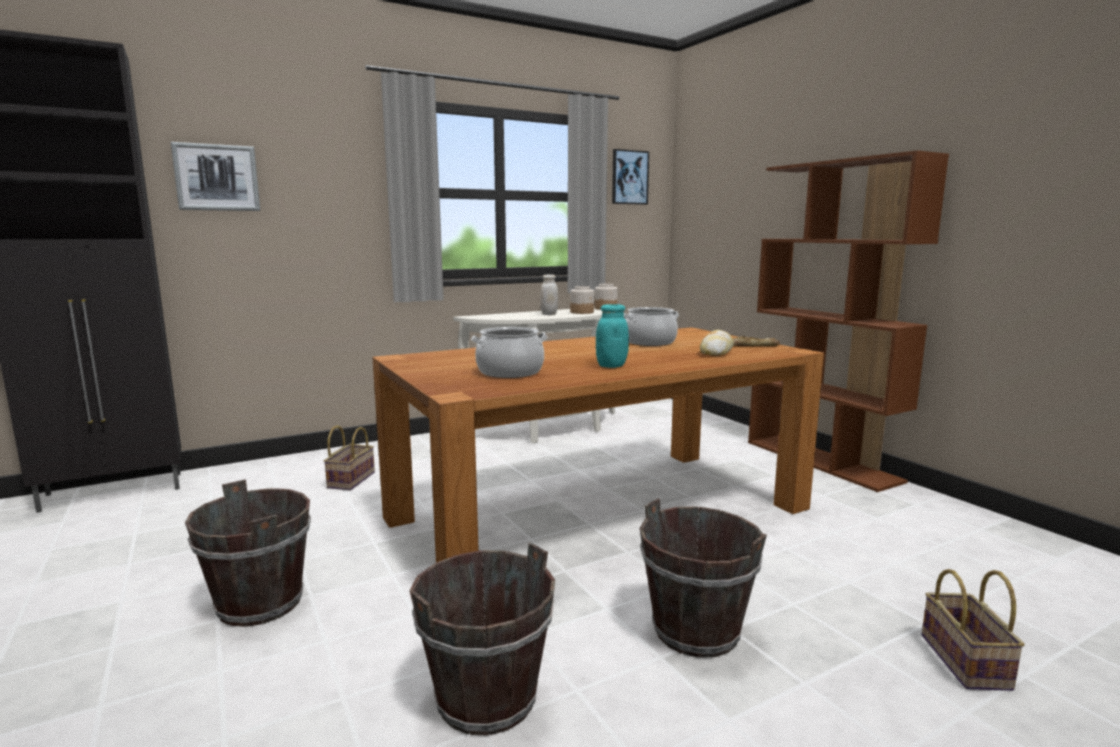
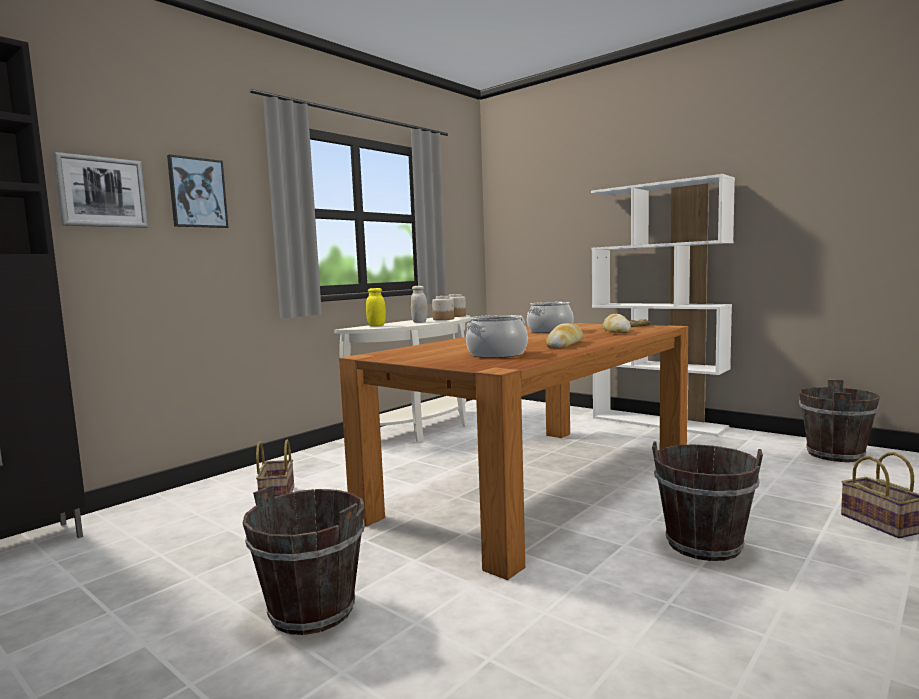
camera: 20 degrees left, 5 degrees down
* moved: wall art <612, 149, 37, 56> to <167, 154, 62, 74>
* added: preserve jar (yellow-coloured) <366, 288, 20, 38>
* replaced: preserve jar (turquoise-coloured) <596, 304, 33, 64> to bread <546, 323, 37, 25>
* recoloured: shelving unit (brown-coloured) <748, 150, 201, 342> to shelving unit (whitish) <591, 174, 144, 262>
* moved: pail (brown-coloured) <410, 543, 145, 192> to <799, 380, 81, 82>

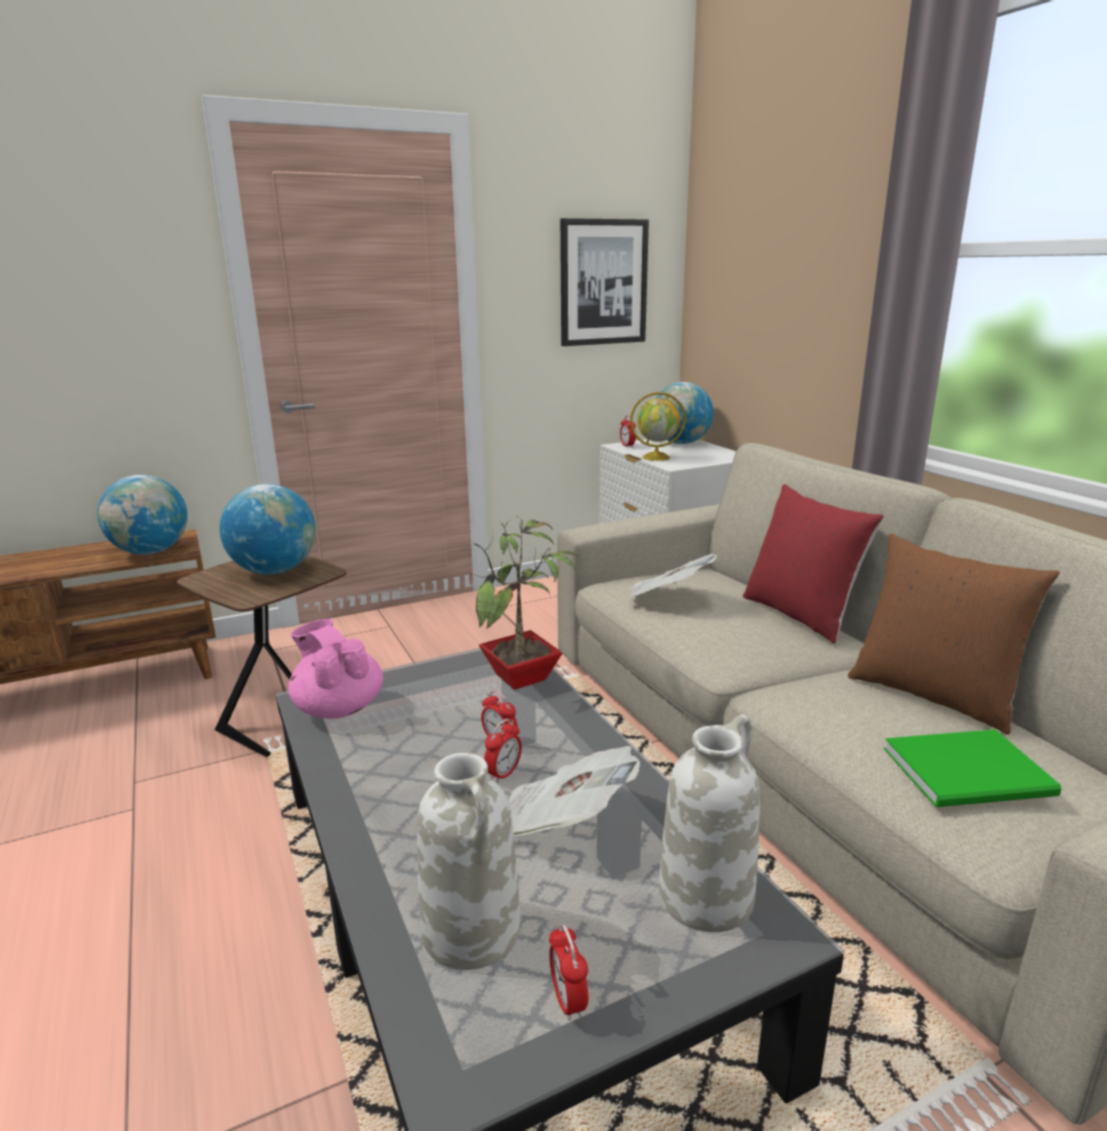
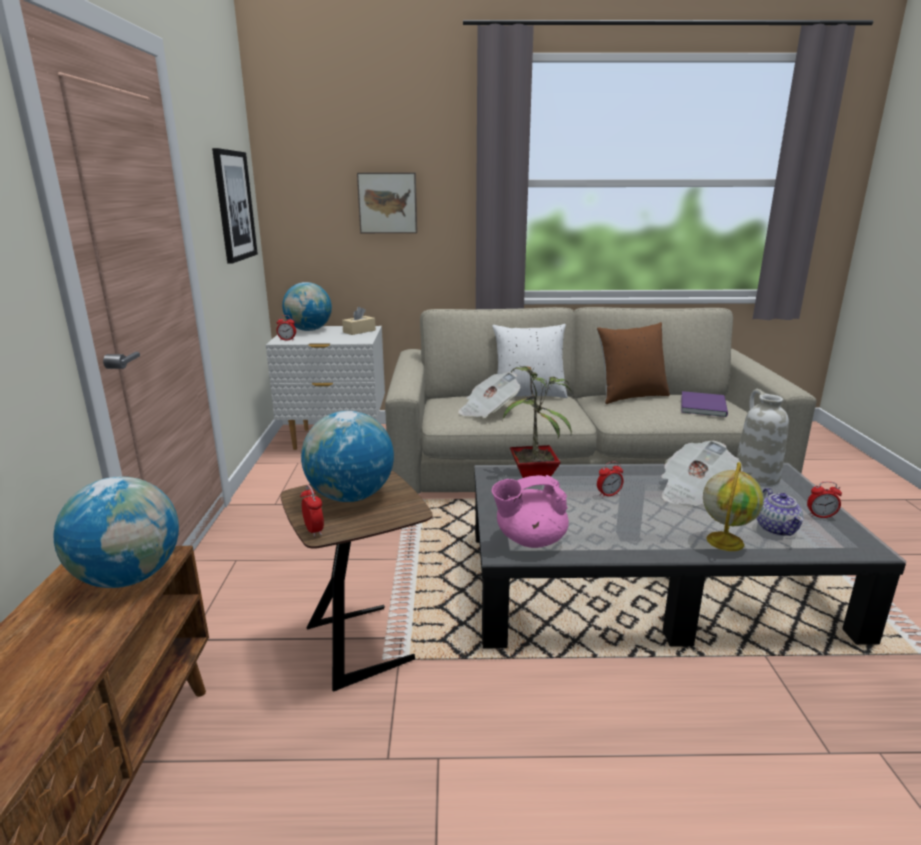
camera: 65 degrees left, 0 degrees up
* moved: table clock <484, 719, 38, 64> to <300, 485, 24, 52>
* added: box of tissues (sand-coloured) <342, 307, 34, 28>
* added: wall art <357, 173, 60, 60>
* recoloured: throw pillow (reddish) <743, 484, 141, 160> to throw pillow (whitish) <492, 324, 76, 74>
* recoloured: volume (green) <884, 729, 177, 78> to volume (purple) <681, 391, 47, 26>
* moved: globe <630, 392, 56, 69> to <703, 462, 61, 89>
* replaced: flower vase (whitish) <417, 753, 103, 217> to pot for tea <757, 488, 46, 48>

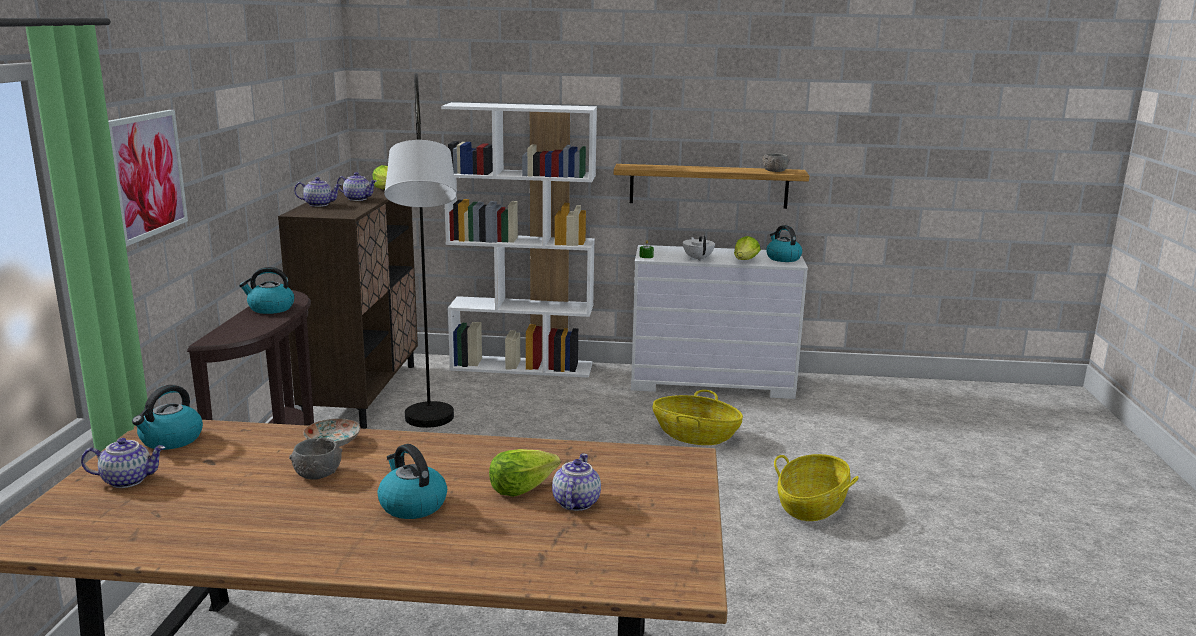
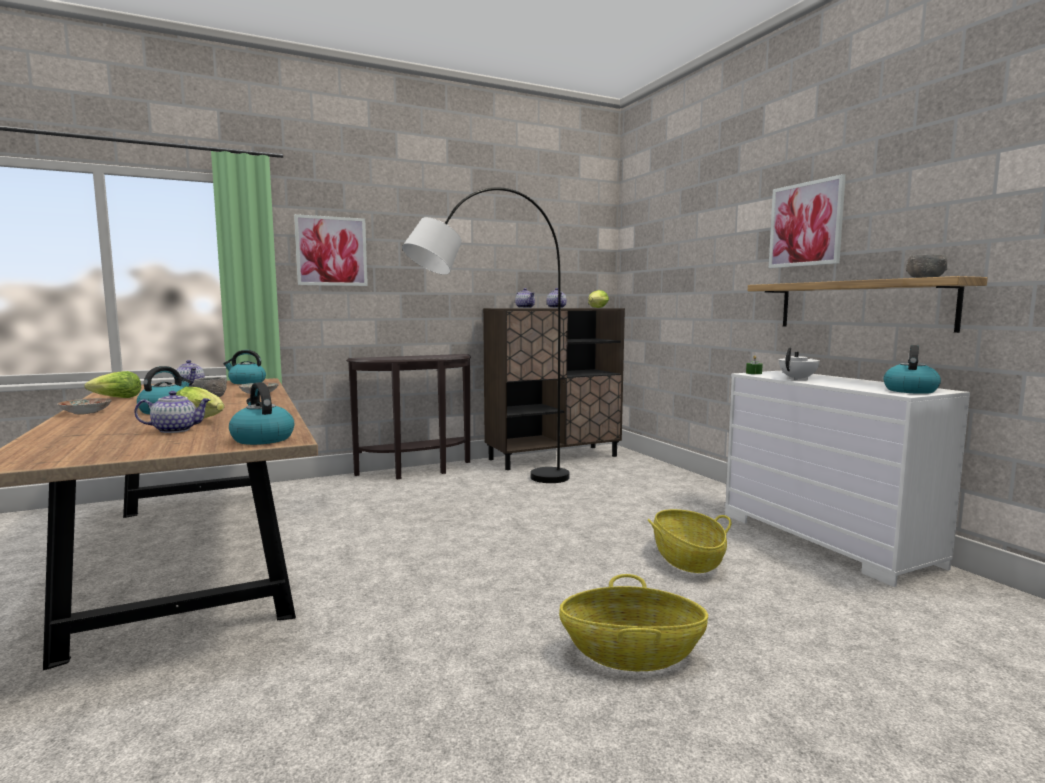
camera: 60 degrees right, 10 degrees down
* added: dinner plate <57, 398, 55, 17>
* moved: lettuce head <734, 236, 27, 24> to <84, 371, 58, 27>
* moved: kettle <239, 267, 55, 47> to <229, 382, 66, 63>
* added: wall art <769, 174, 77, 94>
* removed: shelving unit (whitish) <441, 102, 156, 276>

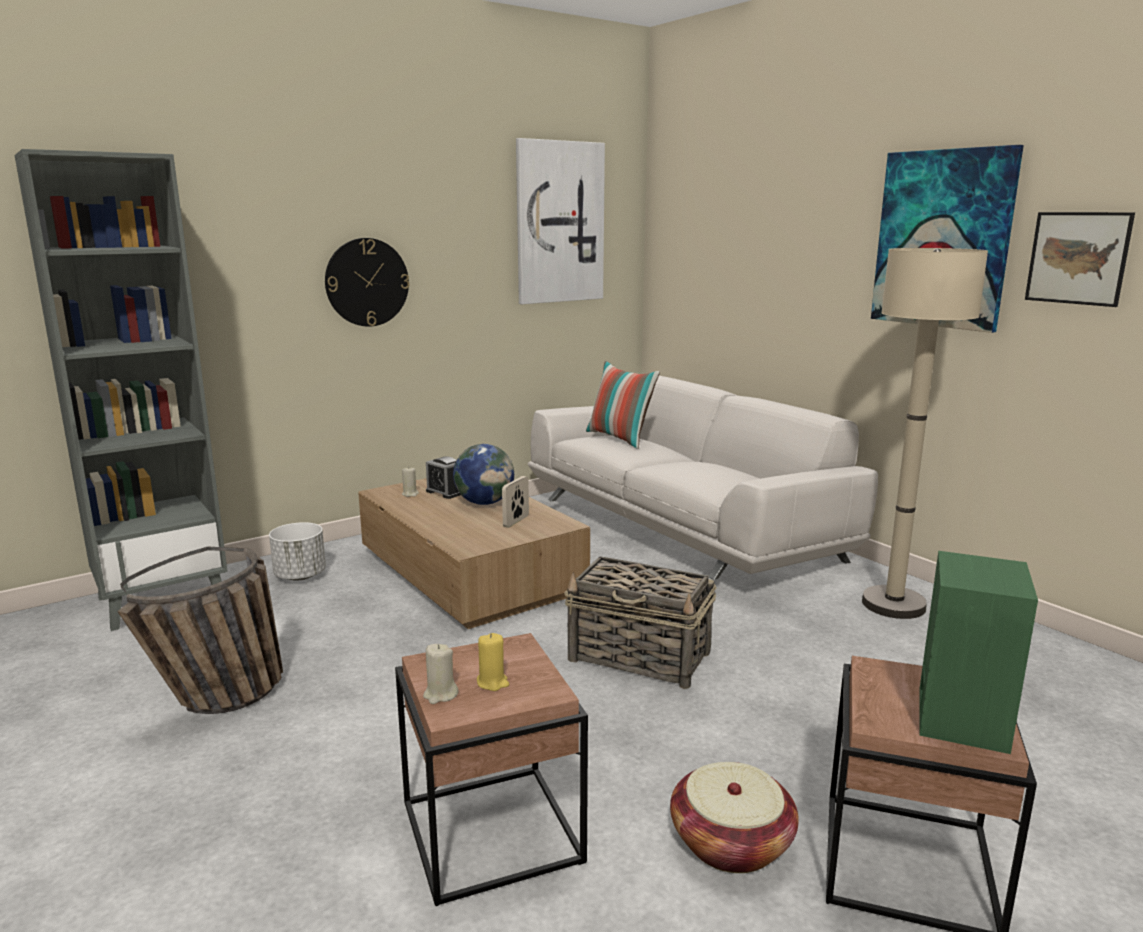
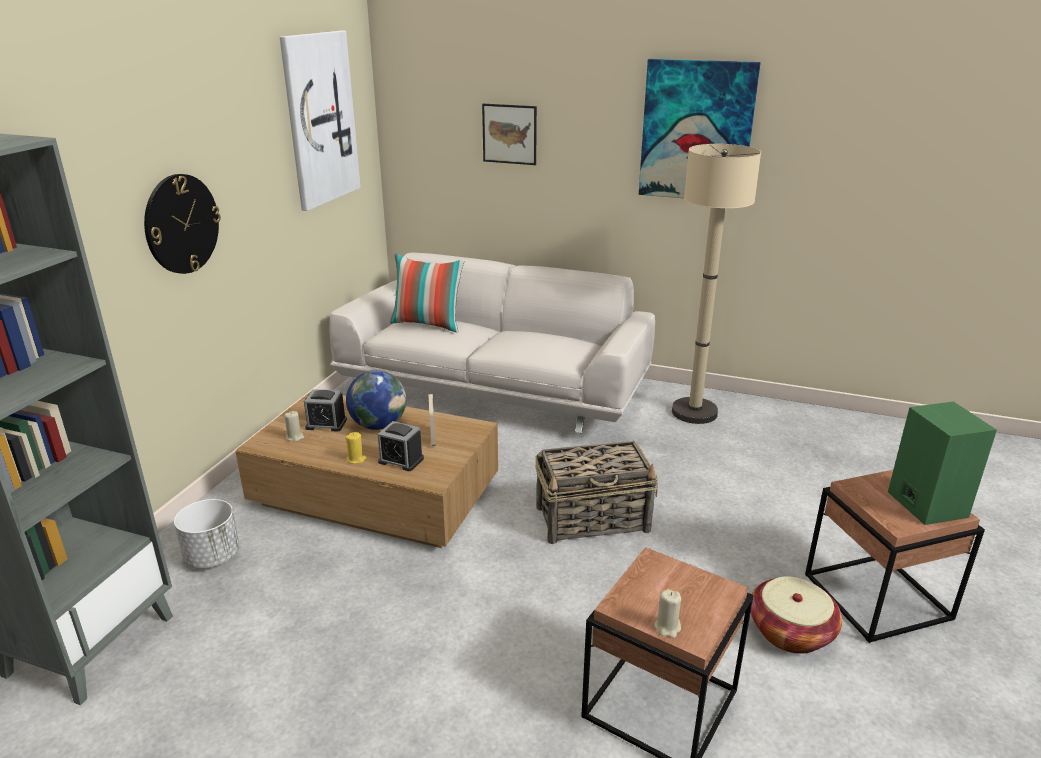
camera: 35 degrees left, 10 degrees up
* moved: wax light (yellow-coloured) <477, 633, 32, 58> to <345, 432, 22, 32>
* added: table clock <378, 421, 46, 50>
* moved: wall art <1025, 212, 110, 95> to <482, 104, 55, 61>
* removed: household basket <117, 547, 166, 167>

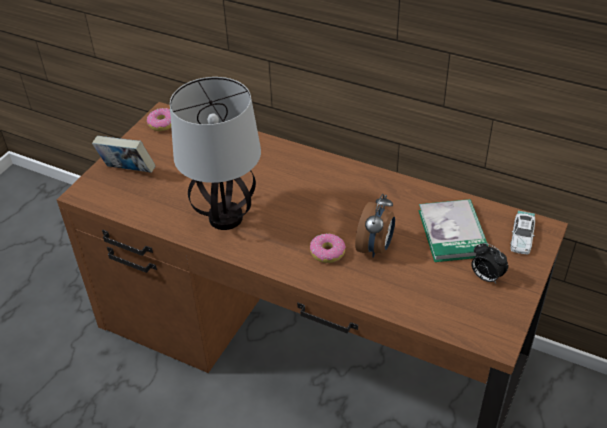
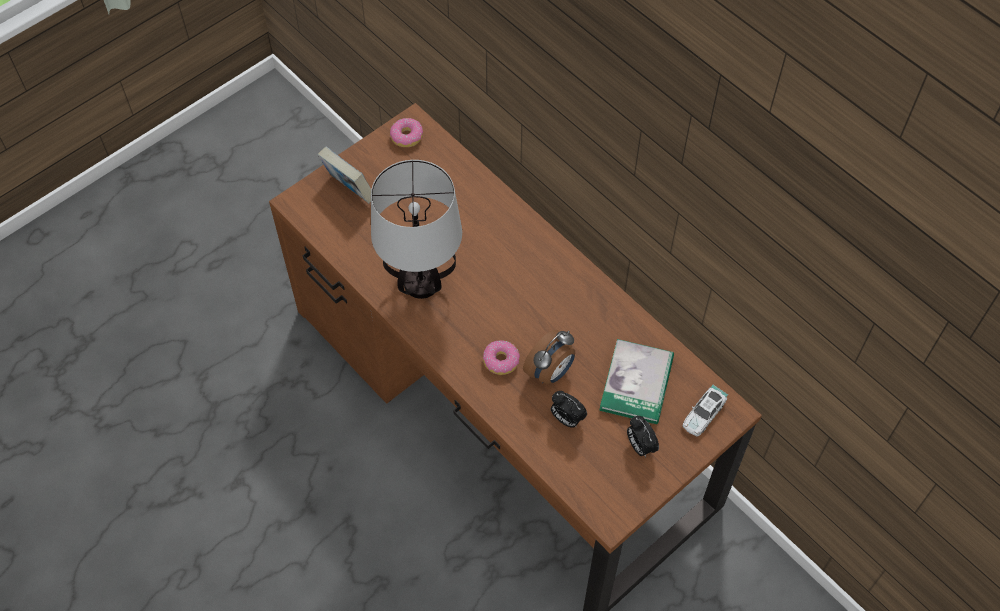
camera: 20 degrees right, 15 degrees up
* added: table clock <551, 391, 36, 37>

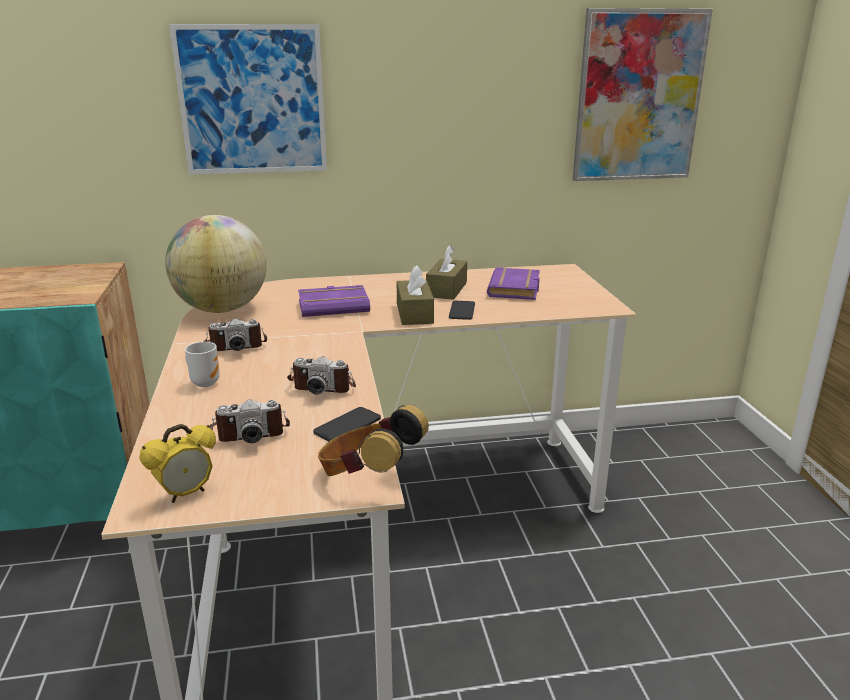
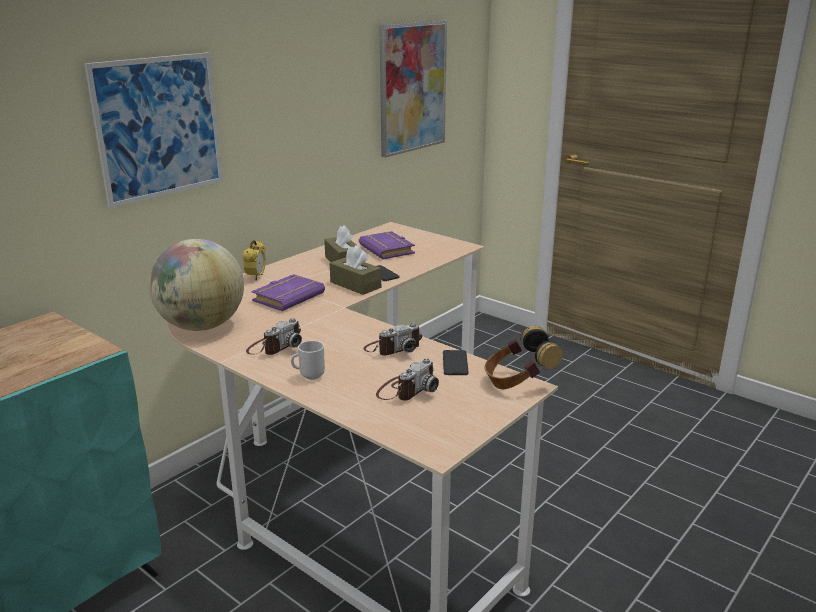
camera: 40 degrees left, 0 degrees up
* moved: table clock <139, 424, 77, 79> to <242, 240, 24, 40>

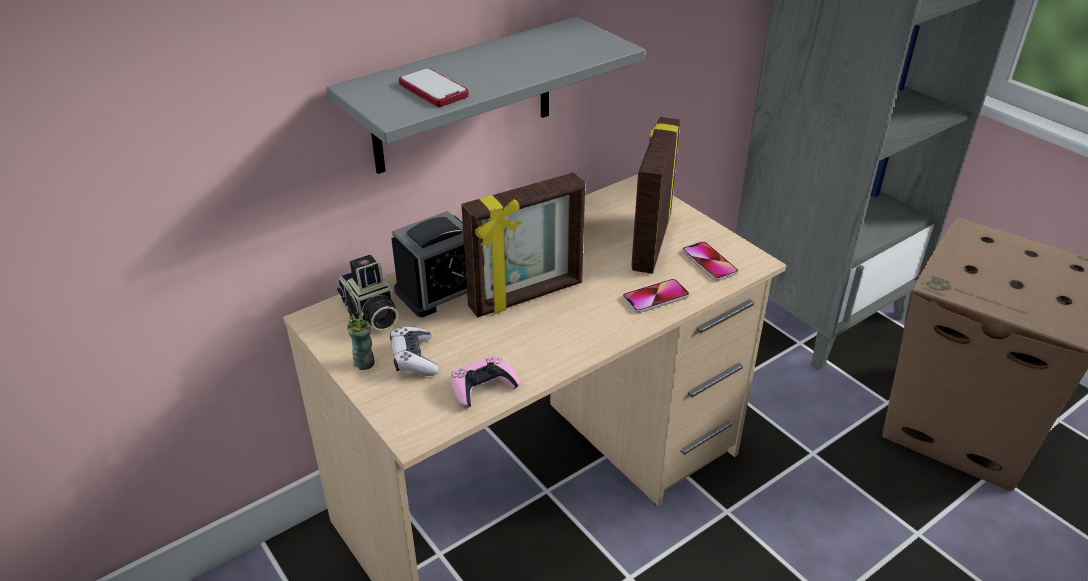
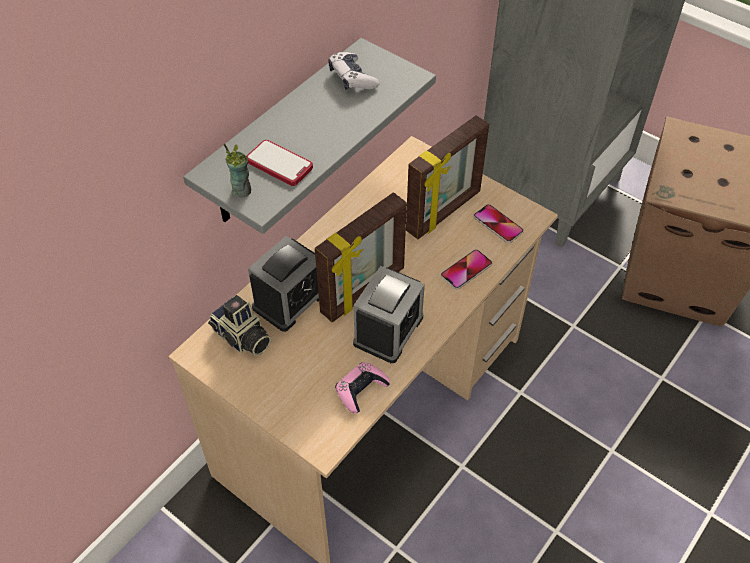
camera: 15 degrees left, 15 degrees up
* moved: drinking cup <347, 308, 28, 62> to <224, 143, 27, 55>
* moved: joypad <390, 327, 49, 49> to <328, 52, 51, 38>
* added: table clock <353, 266, 72, 97>
* turned: photo frame <632, 117, 48, 157> = <406, 115, 83, 124> 135 degrees counterclockwise

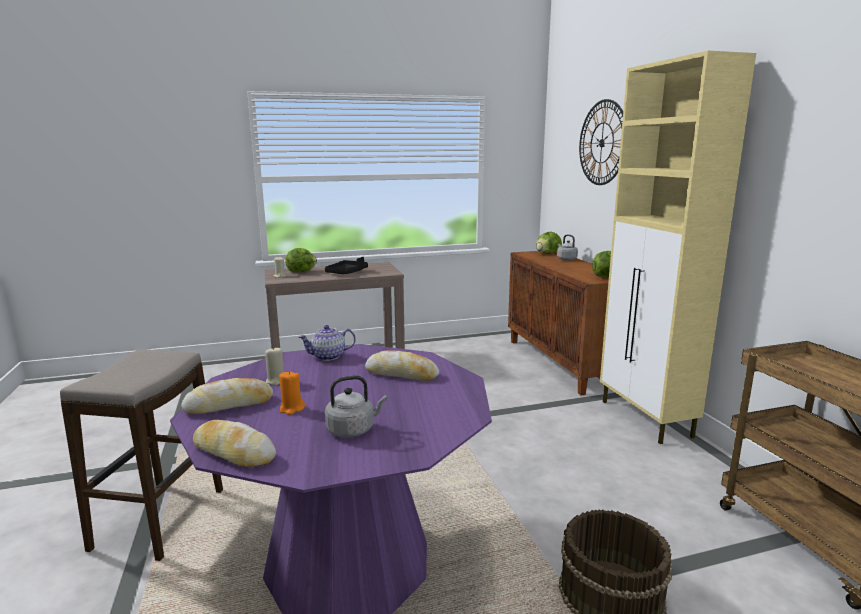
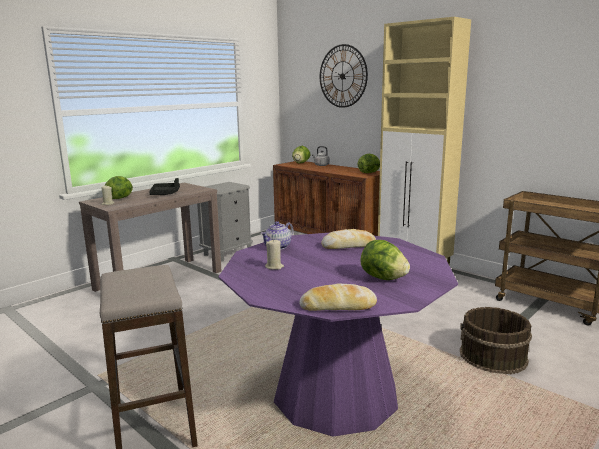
camera: 30 degrees left, 0 degrees up
* added: nightstand (gray) <197, 182, 56, 80>
* replaced: kettle (gray) <325, 375, 62, 63> to lettuce head <360, 240, 50, 40>
* removed: bread <181, 378, 92, 36>
* removed: wax light (orange) <279, 371, 26, 44>

